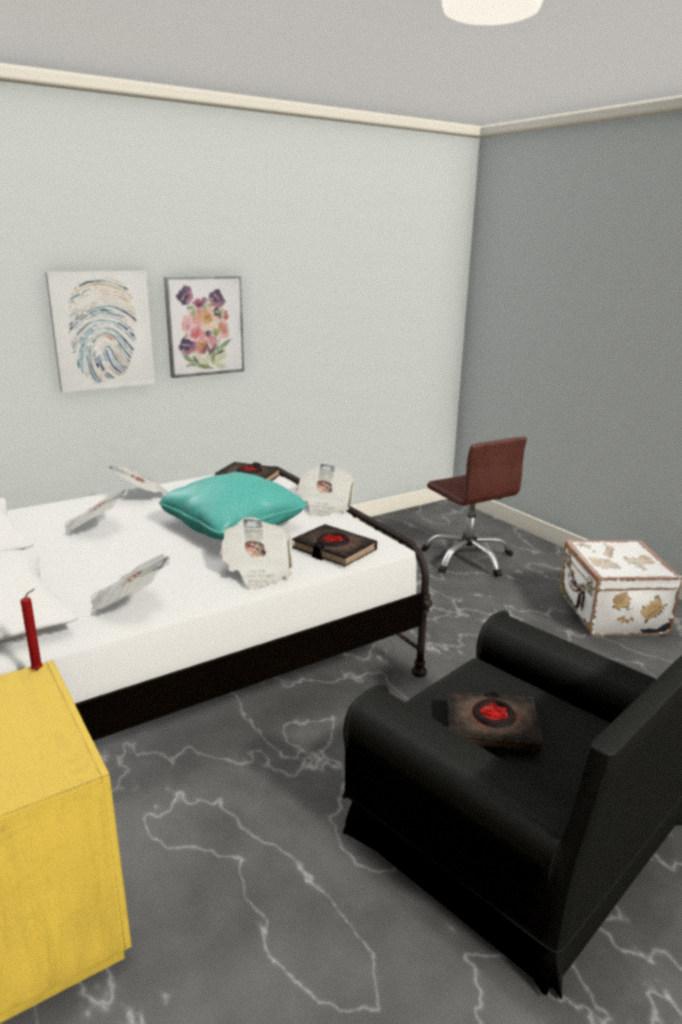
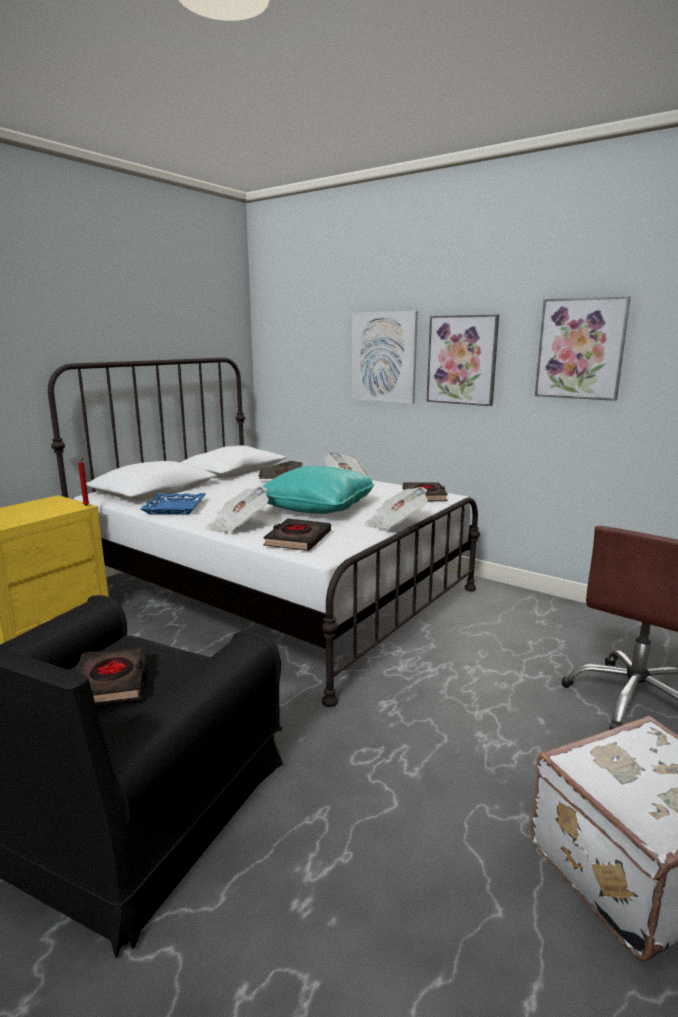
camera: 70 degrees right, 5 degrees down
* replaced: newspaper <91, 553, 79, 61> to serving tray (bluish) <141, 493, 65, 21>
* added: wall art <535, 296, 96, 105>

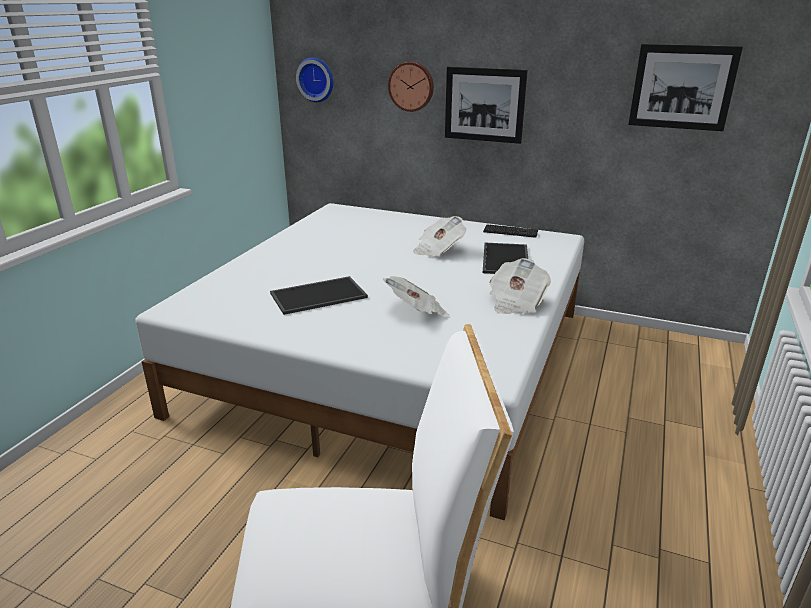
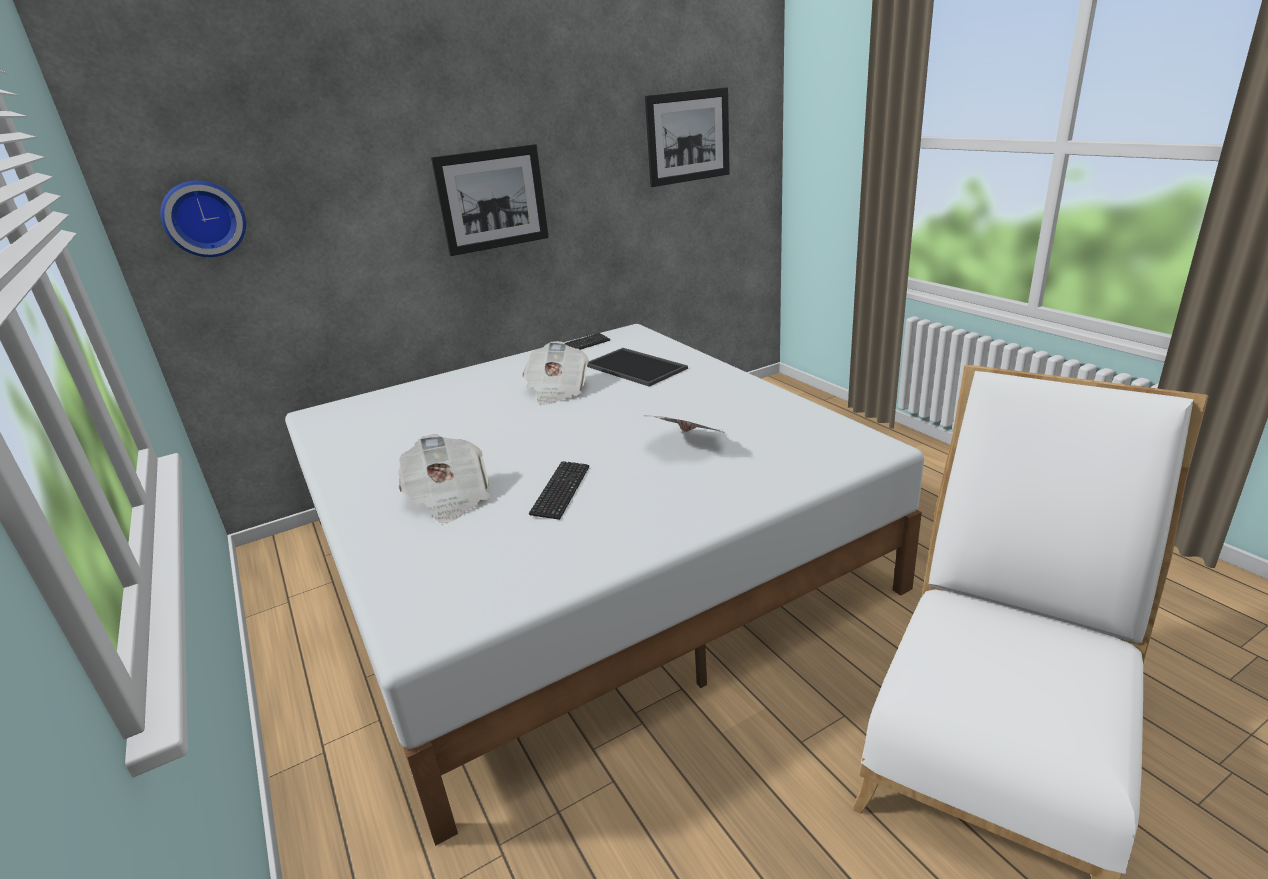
camera: 50 degrees left, 0 degrees up
* moved: newspaper <490, 258, 61, 56> to <398, 434, 92, 89>
* replaced: serving tray <270, 276, 98, 39> to PC keyboard <529, 461, 60, 59>
* removed: hanging clock <388, 62, 46, 50>

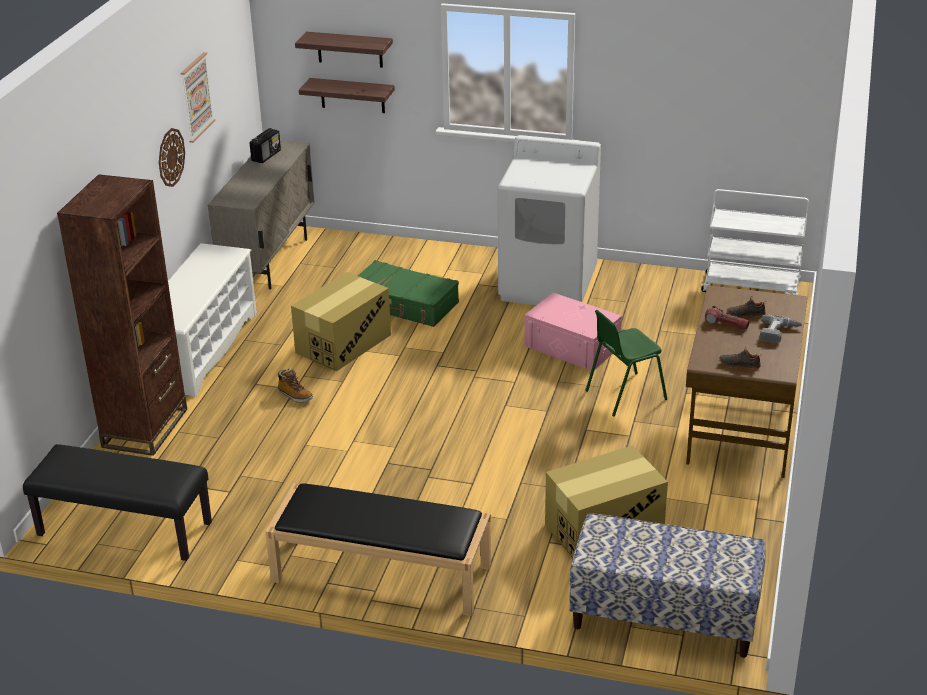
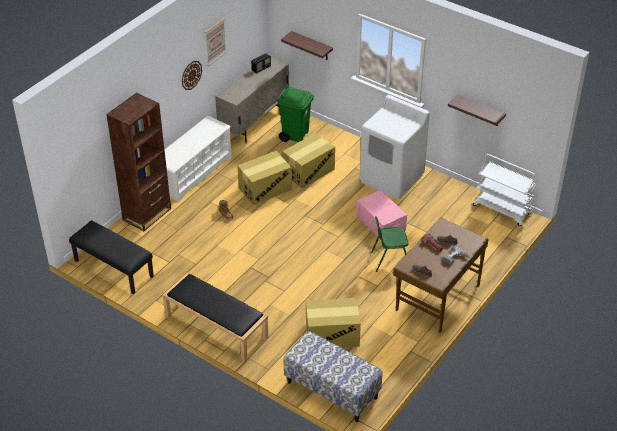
camera: 20 degrees right, 10 degrees up
* added: rubbish bin (green) <276, 87, 38, 55>
* replaced: travel case (green) <358, 260, 101, 67> to packing box <282, 133, 53, 55>
* moved: bracket shelf <295, 32, 98, 36> to <448, 94, 58, 32>

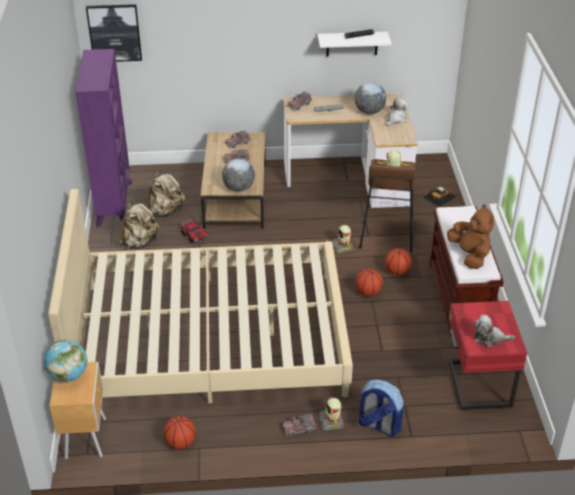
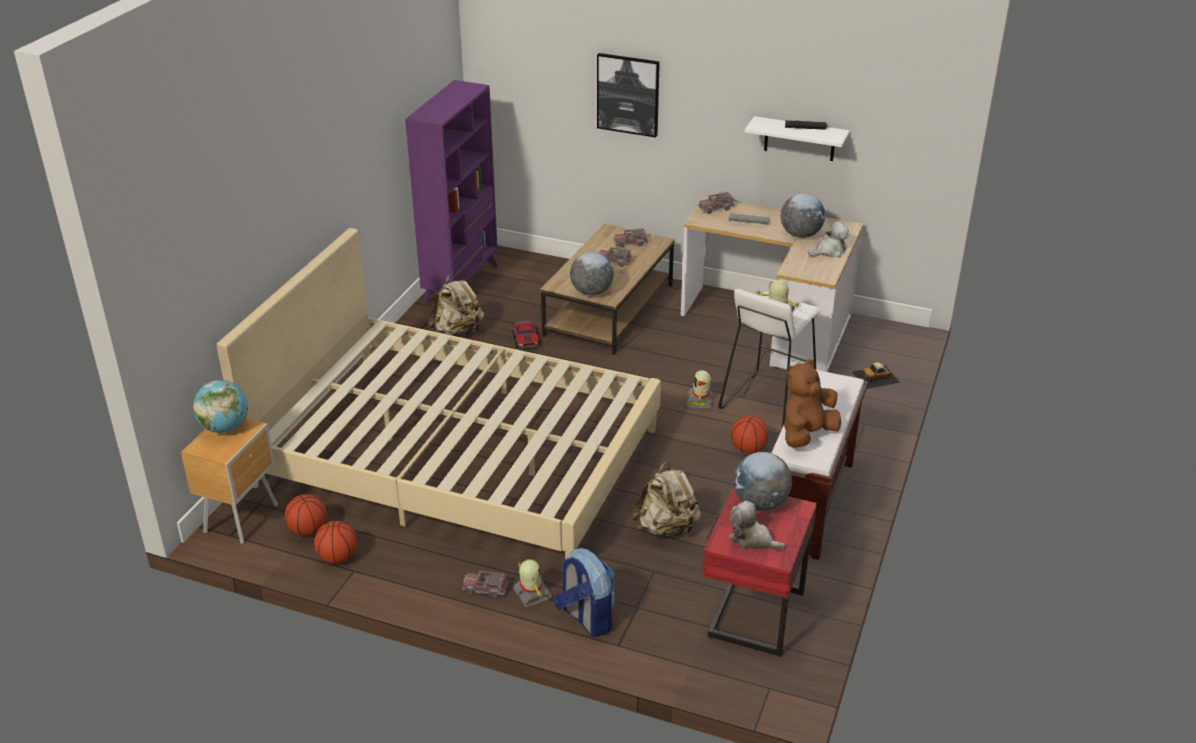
camera: 25 degrees right, 5 degrees down
* moved: ball for basketball <355, 269, 28, 27> to <285, 494, 42, 42>
* turned: toy robot <319, 397, 25, 33> = <513, 559, 40, 48> 135 degrees clockwise
* moved: wall art <86, 4, 56, 58> to <597, 53, 63, 85>
* moved: backpack (sand-coloured) <145, 170, 40, 47> to <632, 462, 69, 76>
* recoloured: stool (brown-coloured) <359, 159, 56, 94> to stool (whitish) <718, 289, 102, 138>
* added: globe <733, 452, 59, 59>
* turned: soft toy (brown-coloured) <447, 204, 47, 65> = <784, 359, 57, 89> 135 degrees counterclockwise

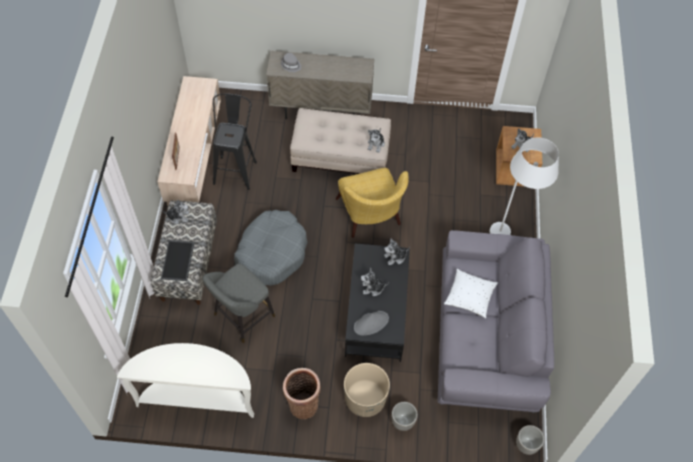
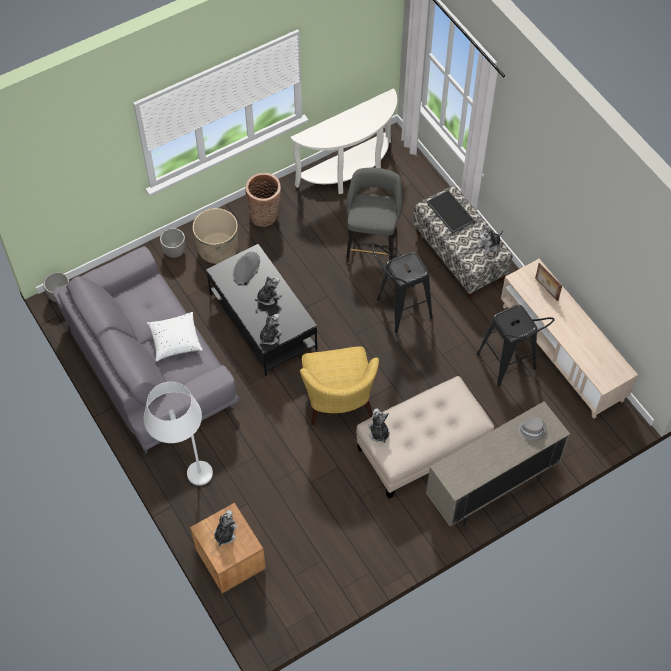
camera: 145 degrees right, 0 degrees up
* turned: lounge chair (yellow-coloured) <336, 168, 73, 70> = <300, 347, 79, 78> 135 degrees counterclockwise
* replaced: dog cushion (gray) <234, 210, 74, 76> to stool (blackish) <372, 244, 61, 89>

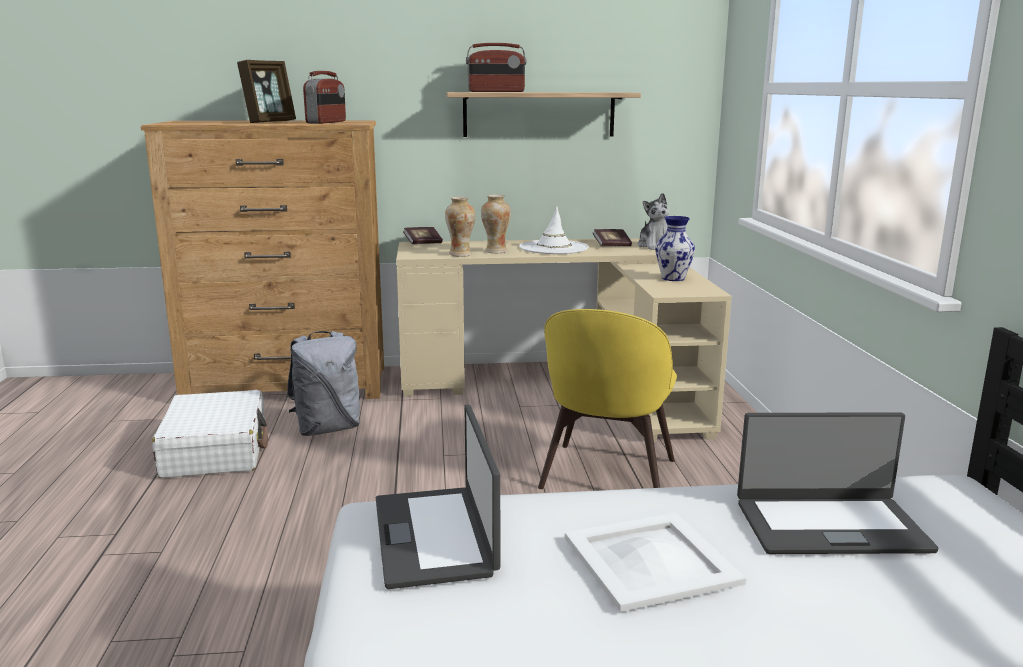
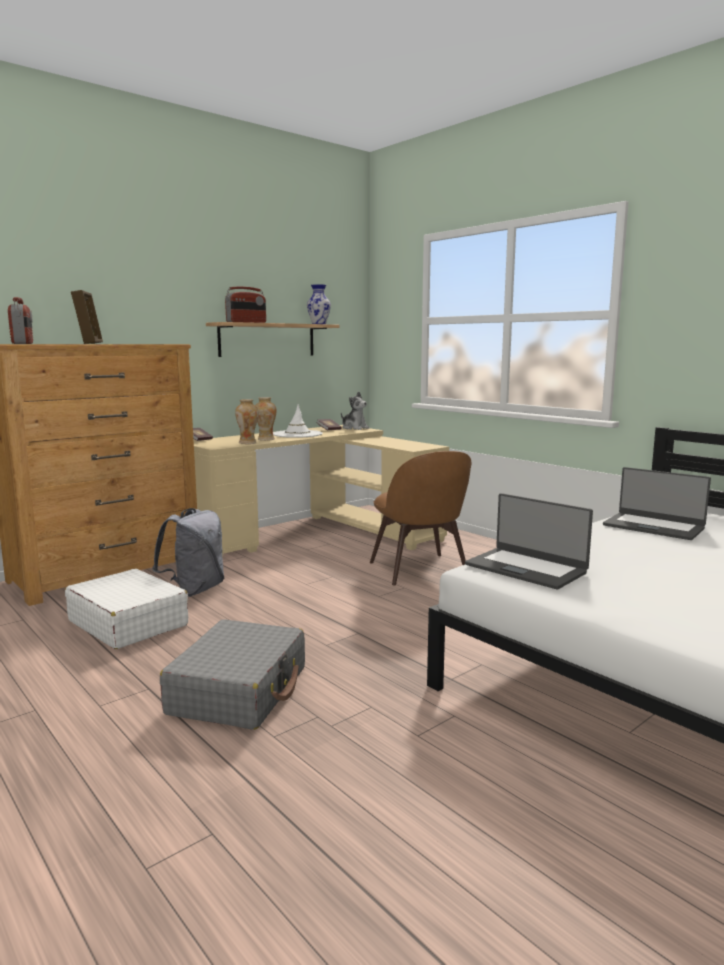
camera: 35 degrees left, 5 degrees down
* moved: radio <303, 71, 43, 53> to <8, 297, 25, 47>
* added: travel case (gray) <160, 619, 145, 111>
* moved: flower vase <655, 216, 40, 65> to <307, 284, 24, 40>
* recoloured: plain chair (yellow-coloured) <538, 309, 139, 180> to plain chair (brown-coloured) <370, 451, 101, 134>
* turned: notebook computer <737, 412, 201, 142> = <603, 467, 108, 73> 75 degrees clockwise
* removed: serving tray (whitish) <565, 513, 181, 99>

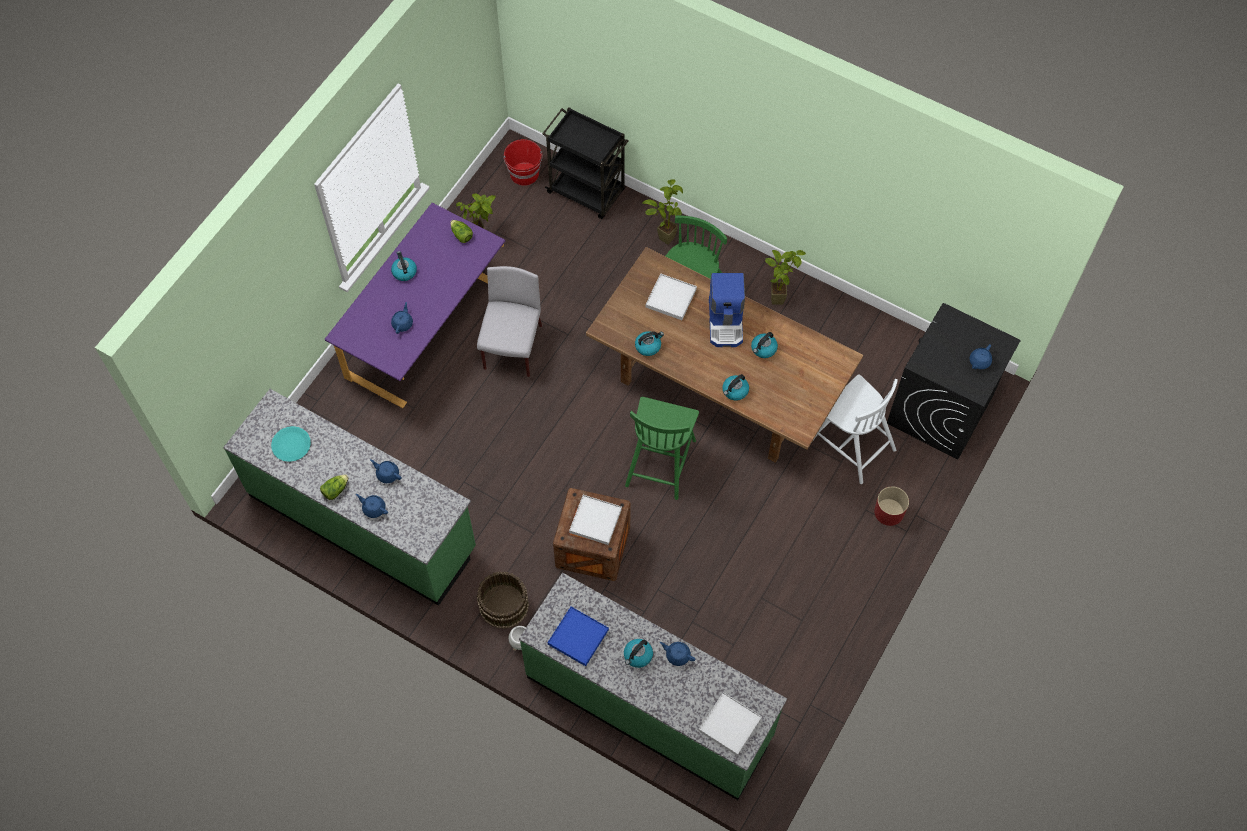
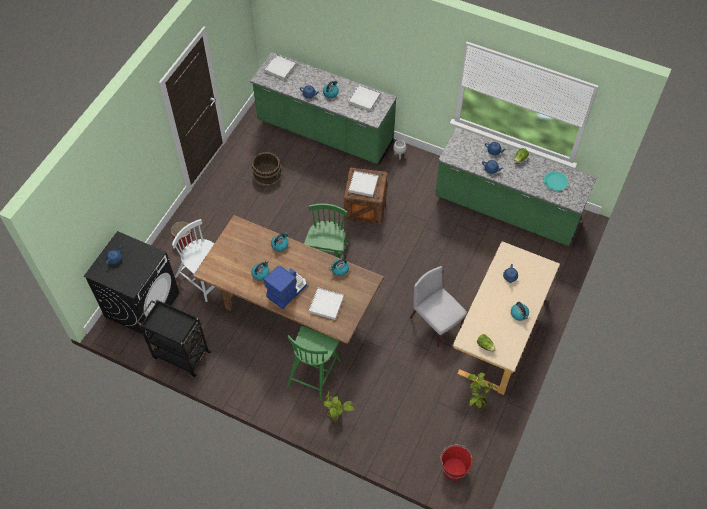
camera: 175 degrees right, 5 degrees down
* moved: cart (blackish) <542, 107, 86, 112> to <137, 299, 75, 78>
* moved: pail (brown-coloured) <477, 571, 52, 58> to <251, 152, 31, 34>
* turned: coffee brewer <709, 273, 36, 74> = <264, 266, 43, 43> 45 degrees clockwise
* recoloured: serving tray (bluish) <548, 607, 61, 59> to serving tray (whitish) <348, 85, 33, 26>
* turned: plain chair (gray) <477, 266, 65, 111> = <410, 266, 57, 81> 135 degrees clockwise
* recoloured: desk (purple) <325, 203, 180, 205> to desk (sand-coloured) <452, 241, 108, 154>
* removed: houseplant <765, 250, 41, 55>

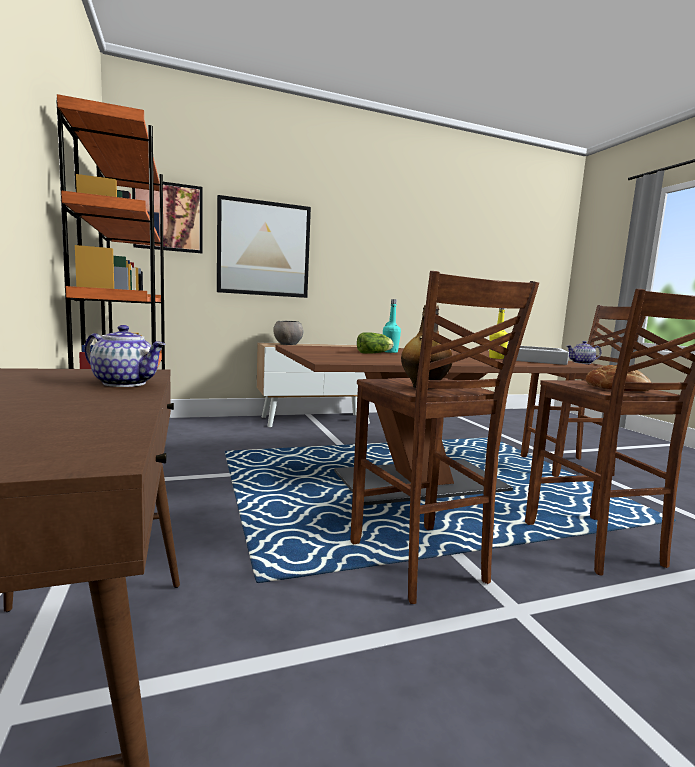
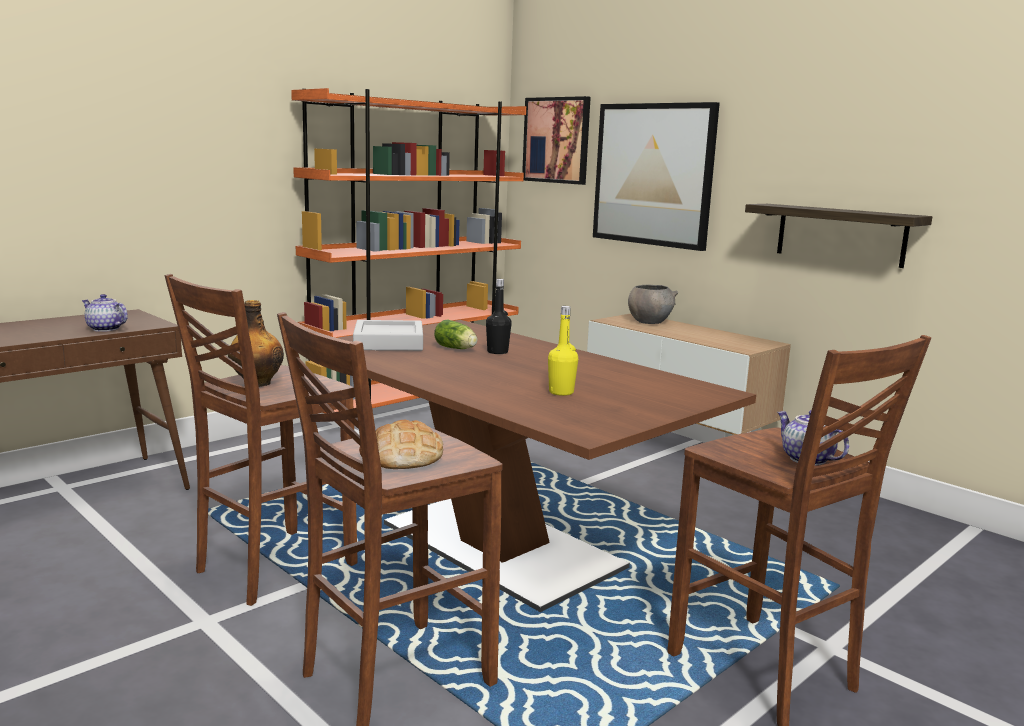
camera: 65 degrees right, 5 degrees up
* turned: pot for tea <85, 325, 80, 62> = <82, 294, 46, 38> 120 degrees clockwise
* moved: serving tray (gray) <516, 346, 53, 19> to <353, 320, 70, 31>
* recoloured: beverage bottle (turquoise-coloured) <383, 299, 18, 54> to beverage bottle (blackish) <486, 279, 26, 75>
* added: bracket shelf <745, 204, 187, 64>

